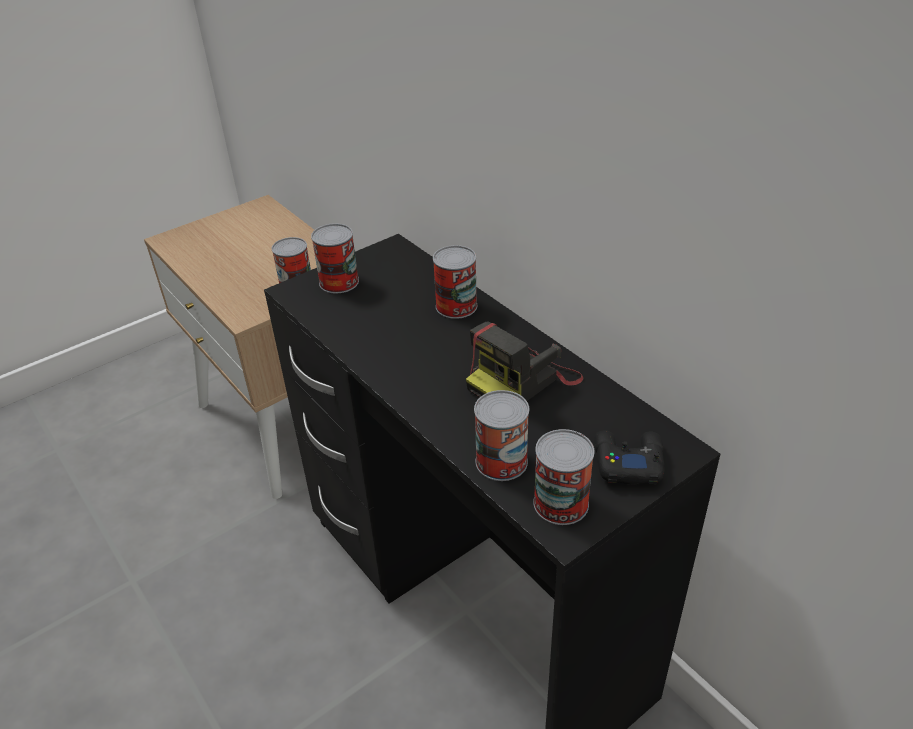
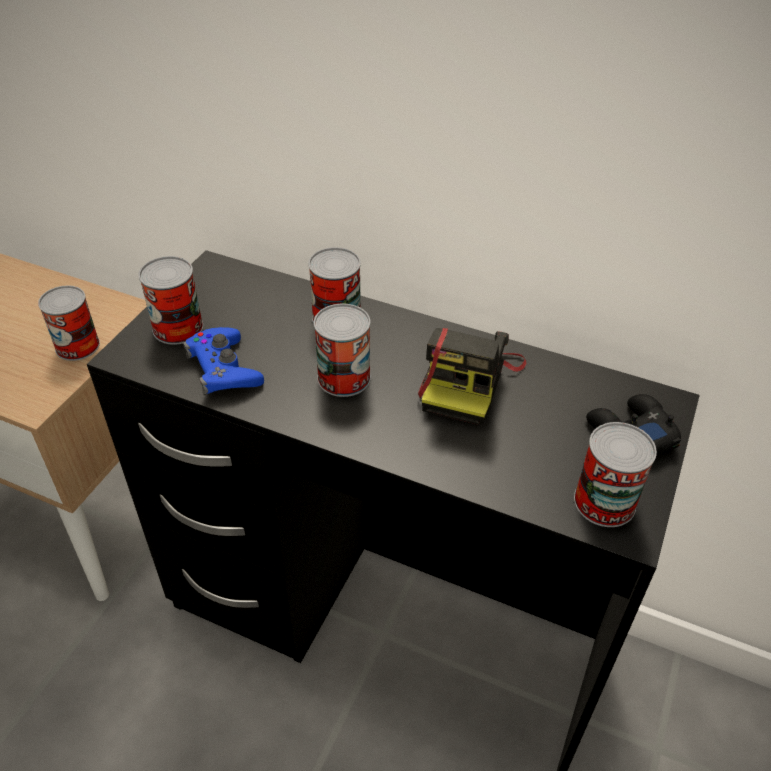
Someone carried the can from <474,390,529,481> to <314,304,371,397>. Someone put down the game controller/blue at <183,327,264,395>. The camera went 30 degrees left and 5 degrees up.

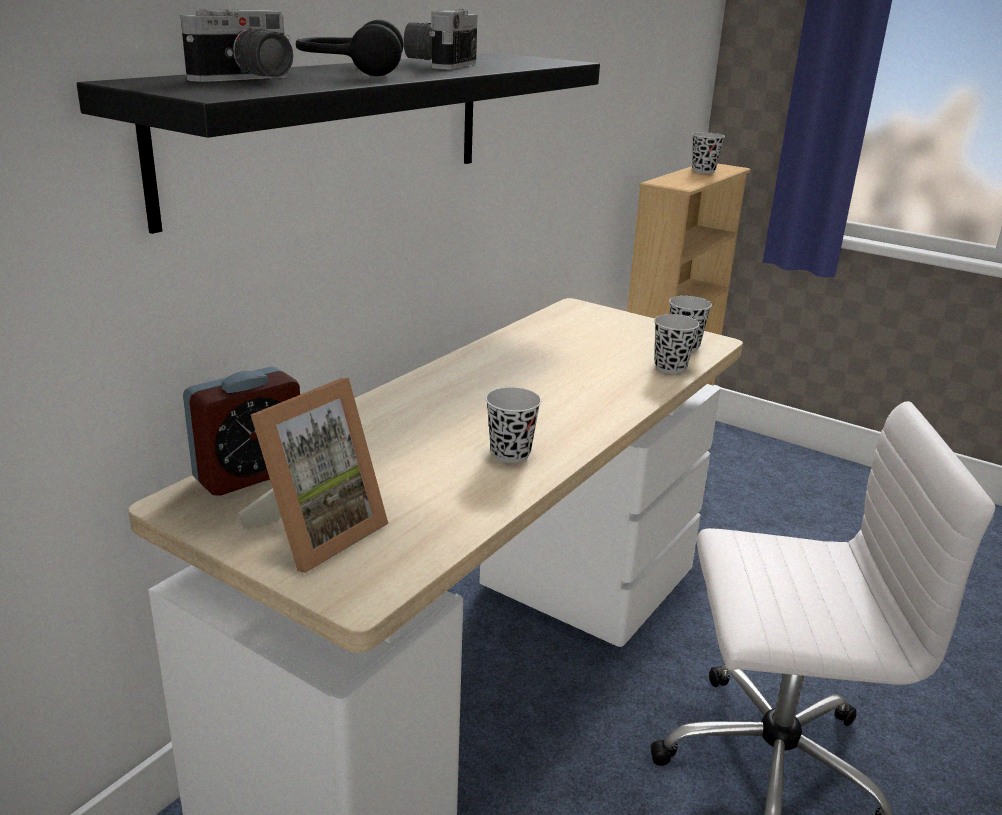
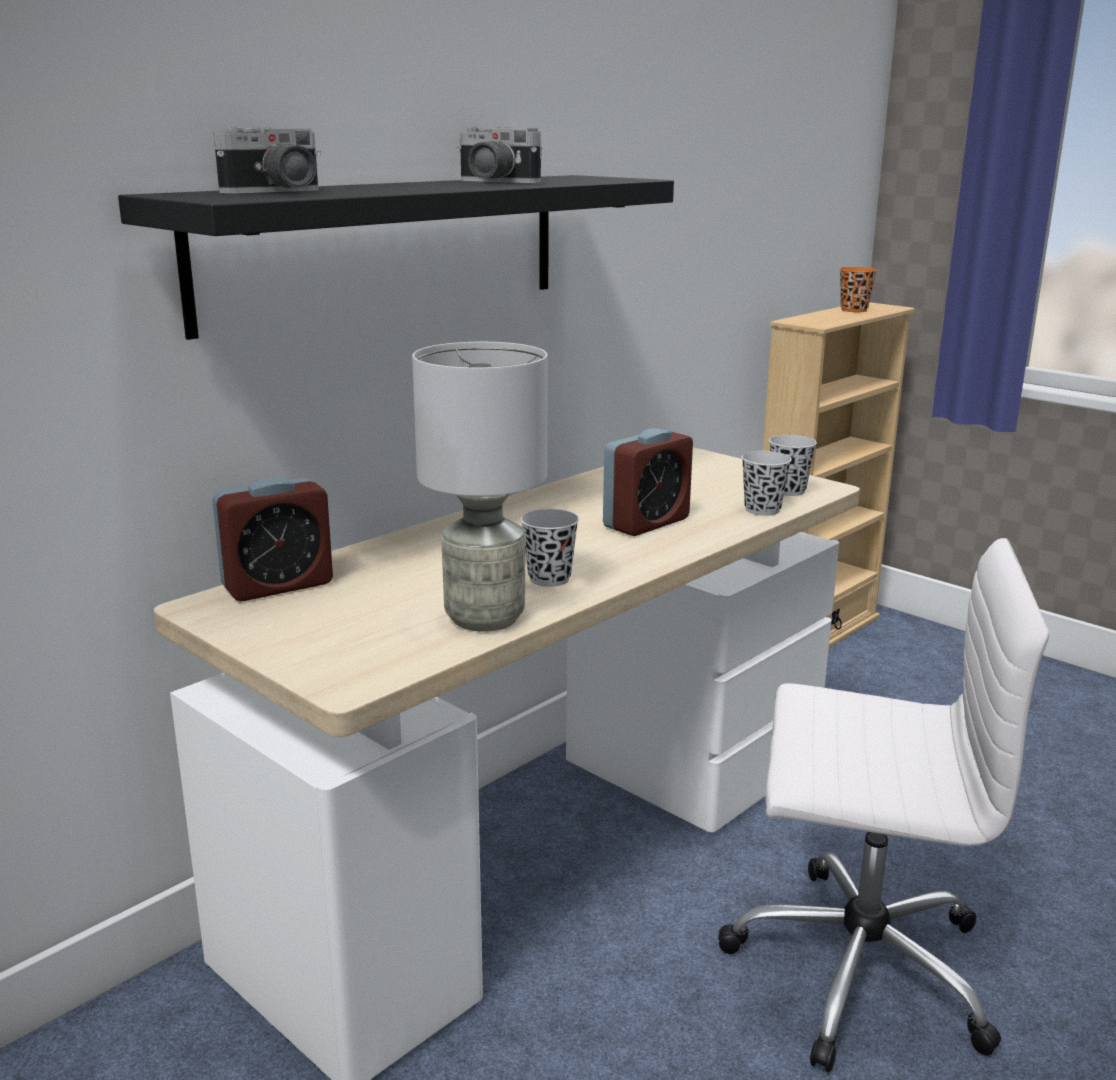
Someone took away the picture frame at <238,378,388,573>. Someone took away the headphones/black at <296,20,403,76>. Someone rotated the photo camera at <403,9,477,69> by 90 degrees counterclockwise. Someone repainted the cup/black at <692,132,725,174>, which became the cup/orange at <839,267,877,312>. Someone put down the table lamp/grey at <412,342,548,632>. Someone put down the alarm clock at <603,428,693,536>. The camera went 10 degrees right and 5 degrees down.

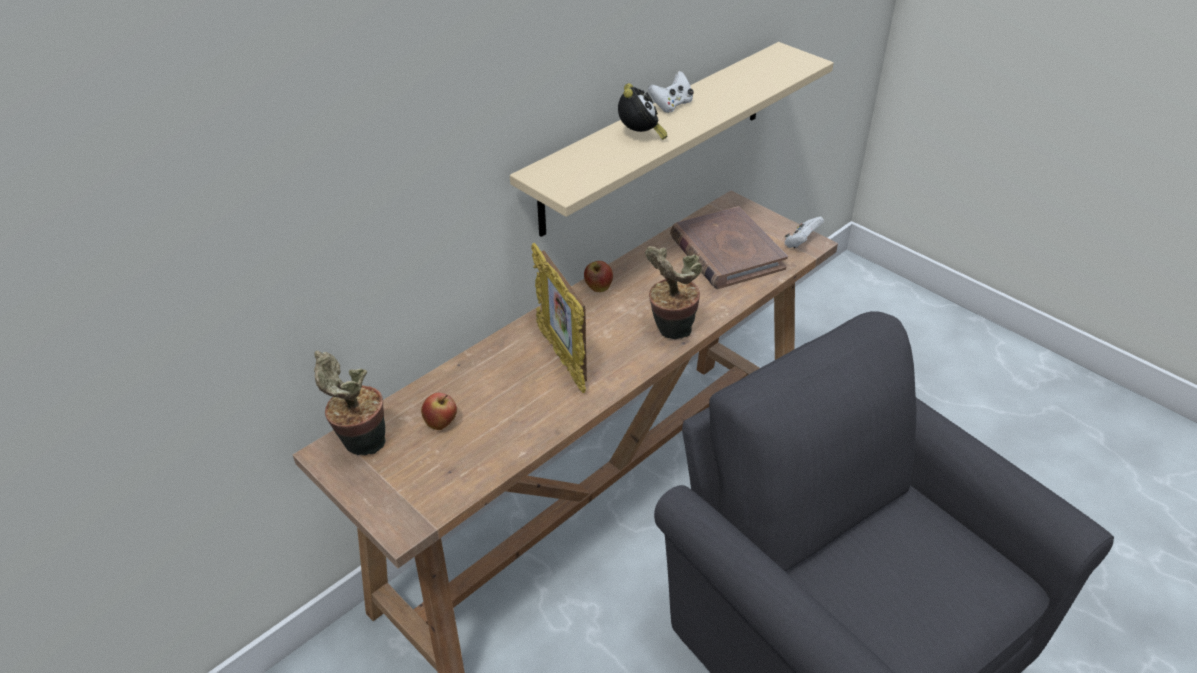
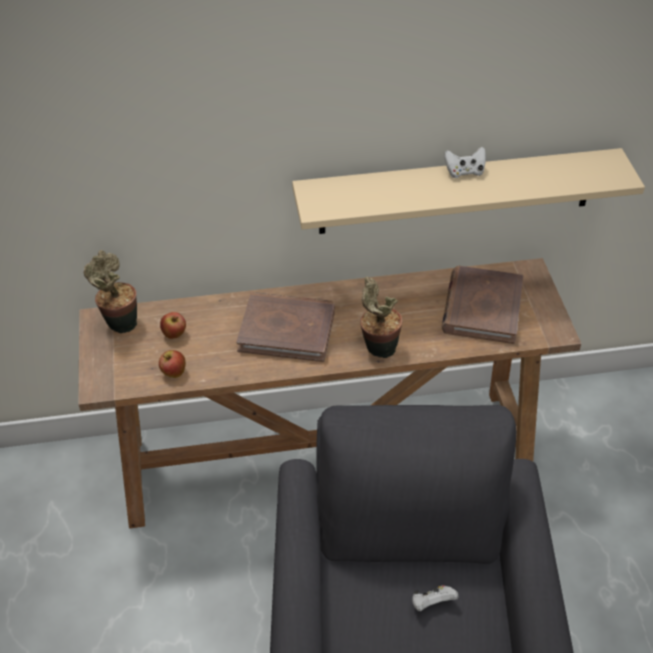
Someone swapped the picture frame at <531,243,587,393> for the book/brown at <236,292,335,362>. Someone carried the apple from <584,261,613,292> to <159,350,186,378>. Someone took away the alarm clock at <618,83,667,140>. Someone carried the game controller/white from <784,217,824,248> to <412,585,459,611>. The camera went 35 degrees right and 5 degrees up.

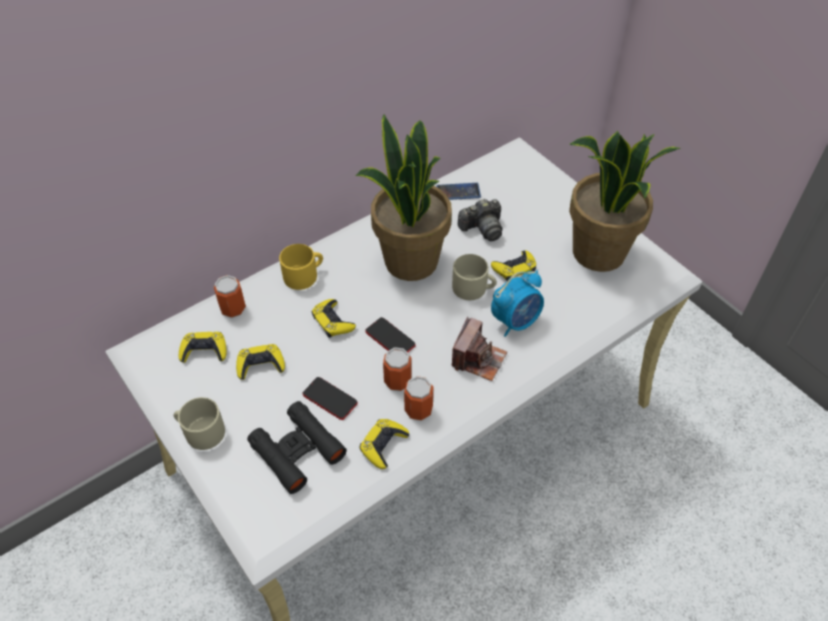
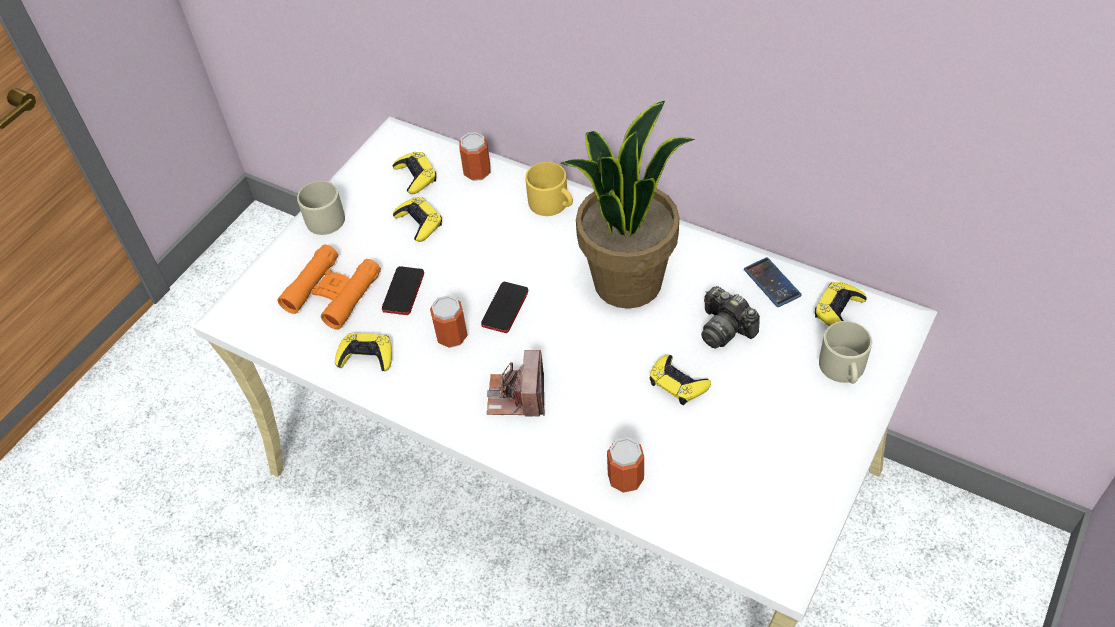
Someone repainted the binoculars/black at <247,401,347,494>, which became the binoculars/orange at <278,244,381,330>. Someone carried the game controller/yellow from <312,299,356,338> to <815,282,867,326>. Someone carried the can from <404,376,433,420> to <607,437,644,493>. Someone rotated the photo camera at <451,317,507,381> by 90 degrees clockwise. Someone carried the mug/beige from <452,254,497,300> to <819,321,872,384>. Someone took away the alarm clock at <491,270,544,337>. Someone took away the potted plant at <569,131,681,272>. The camera went 70 degrees right and 0 degrees up.

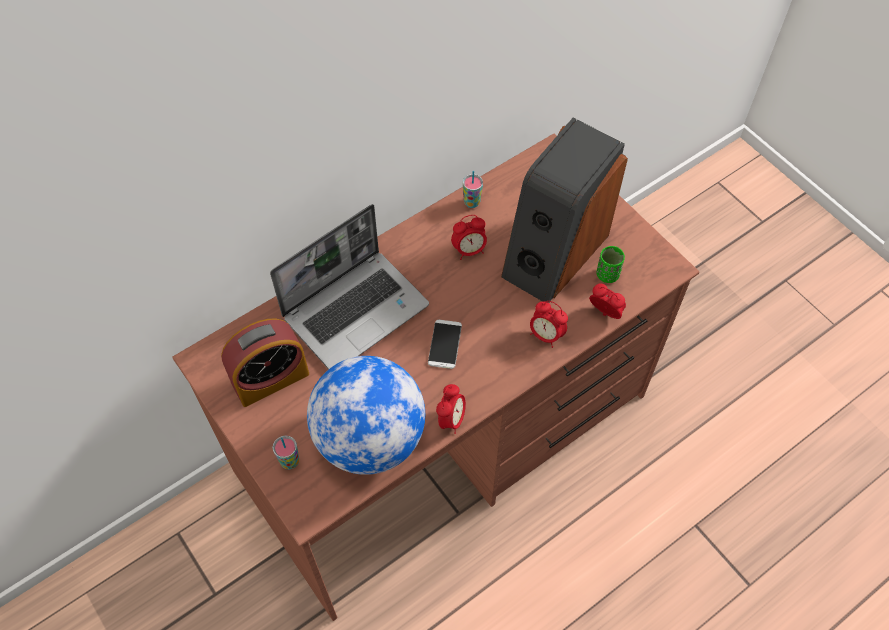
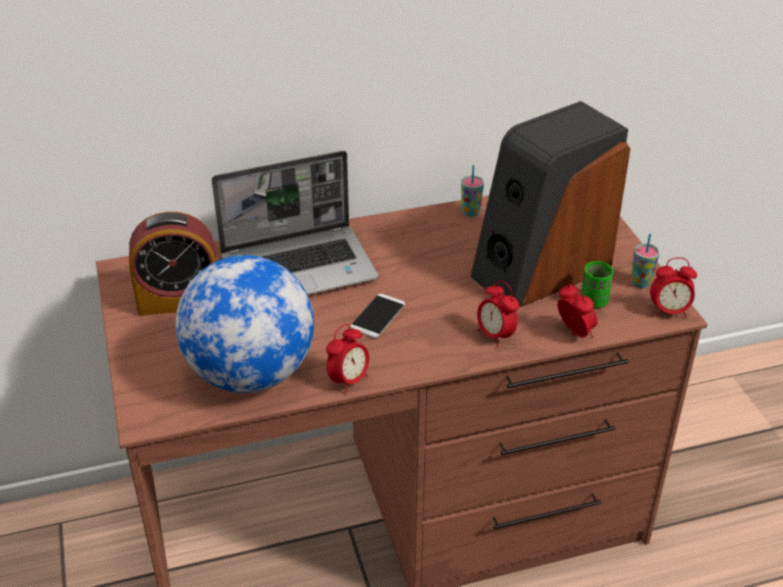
Someone carried the cup from <273,435,299,469> to <631,234,660,288>. Someone carried the alarm clock from <451,215,487,260> to <650,257,697,318>. The camera went 20 degrees right and 20 degrees down.

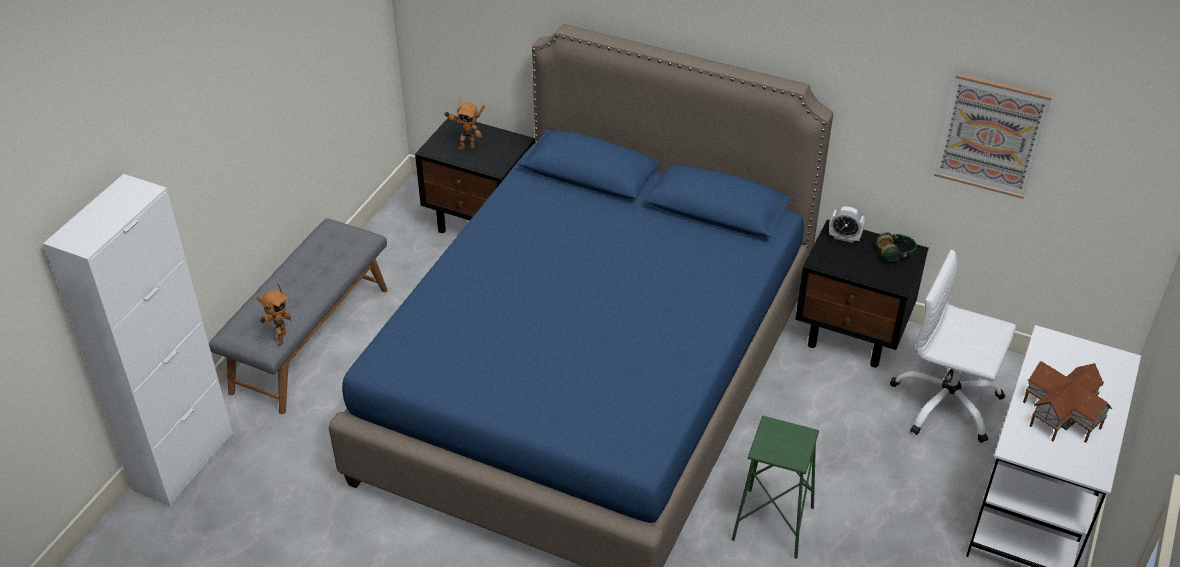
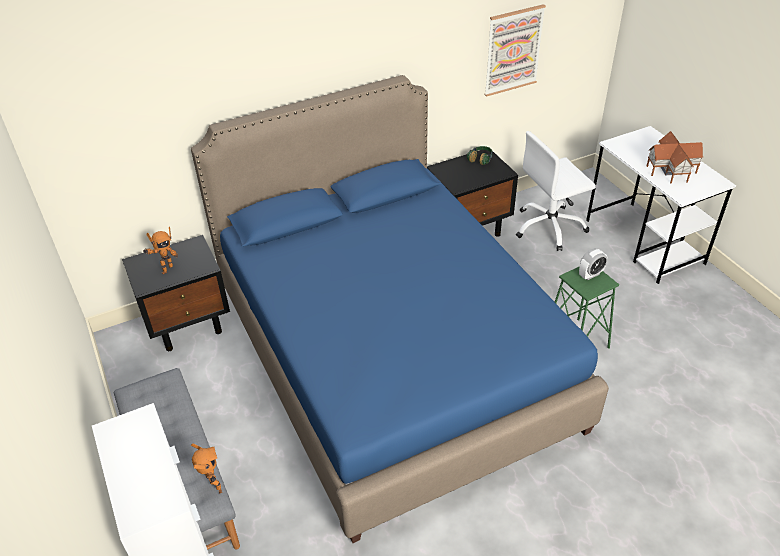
Someone carried the alarm clock from <829,206,865,243> to <579,249,607,280>. The camera went 50 degrees left and 0 degrees up.

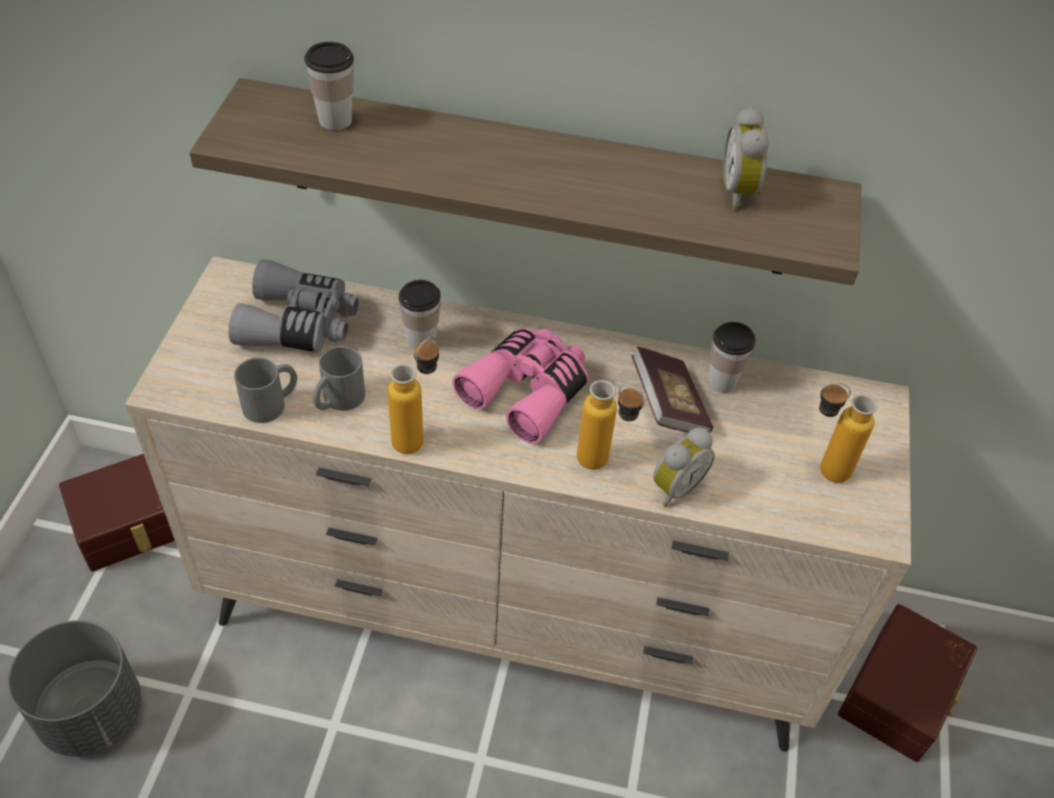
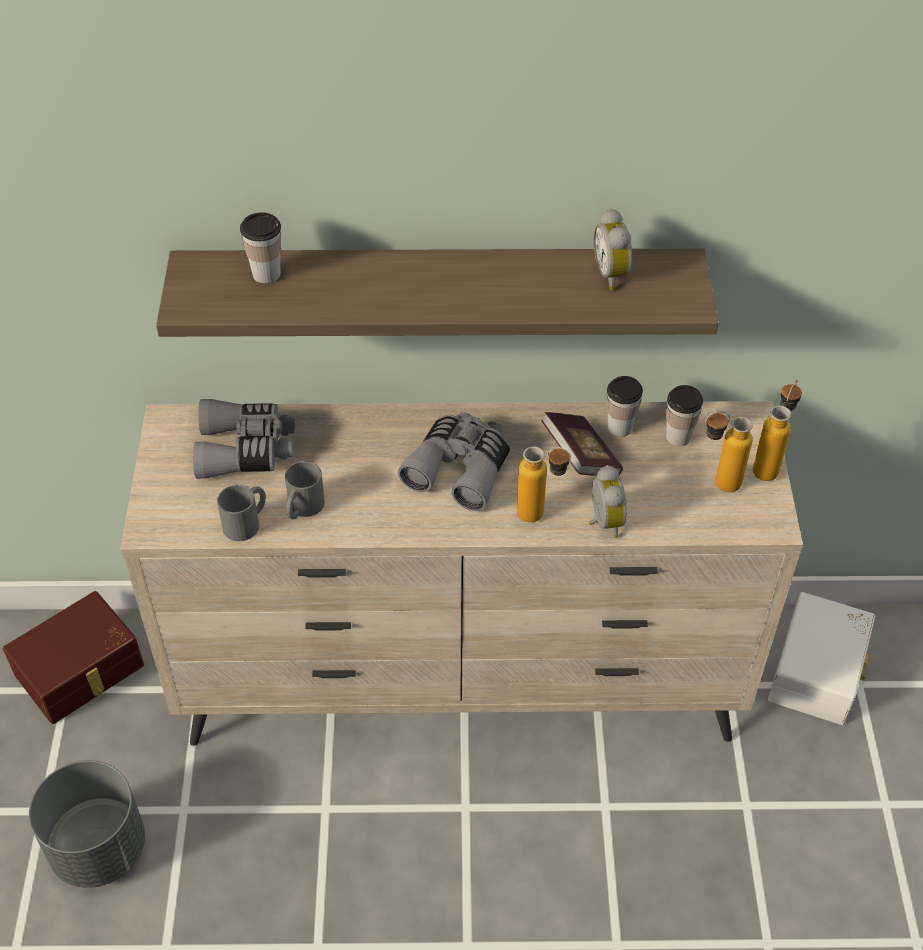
Someone carried the bottle from <388,337,439,454> to <753,380,802,481>. Someone carried the cup from <399,280,441,349> to <666,385,703,446>. Someone repainted the binoculars/pink at <452,328,589,444>, which became the binoculars/grey at <398,412,511,511>. Someone rotated the alarm clock at <653,427,715,507> by 45 degrees counterclockwise. Someone repainted the storage box/brown at <838,604,977,762>, which became the storage box/white at <768,592,875,725>. The camera went 10 degrees left and 0 degrees up.

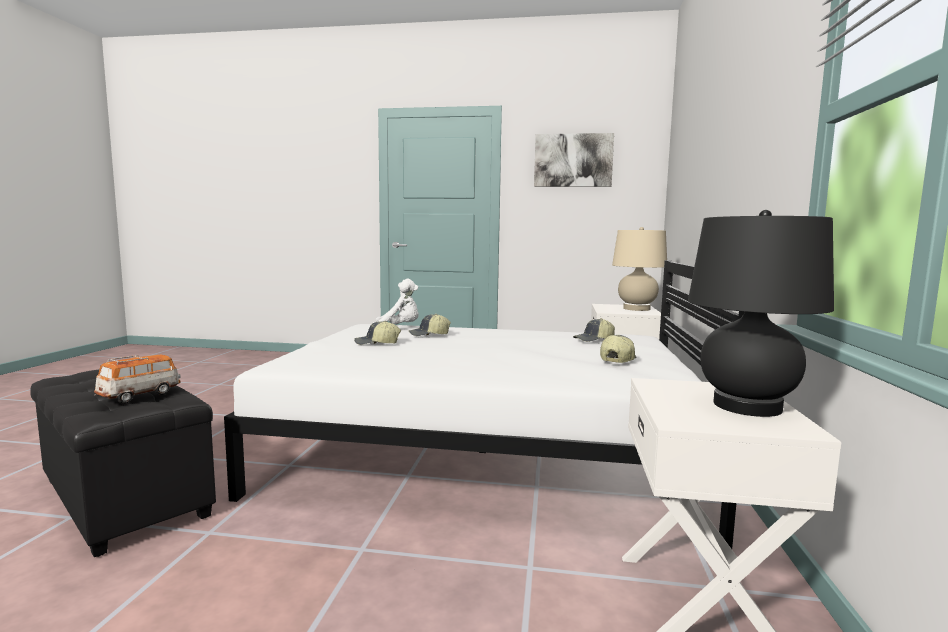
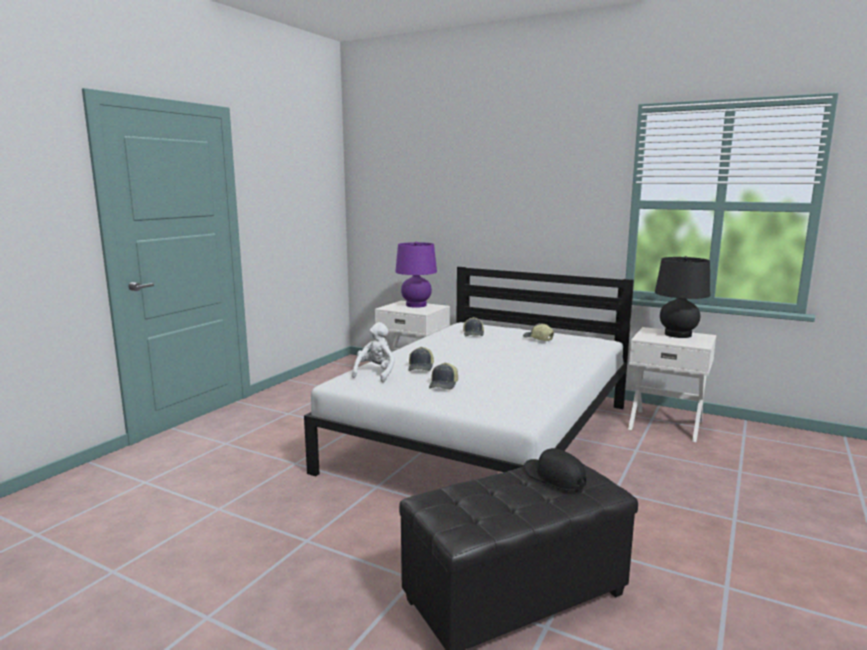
Someone swapped the toy car at <94,355,181,404> for the cap/black at <524,448,586,491>. Someone took away the picture at <534,133,614,187>. Someone repainted the table lamp/beige at <612,227,667,311>, which became the table lamp/purple at <395,242,437,308>. The camera went 70 degrees left and 5 degrees up.

